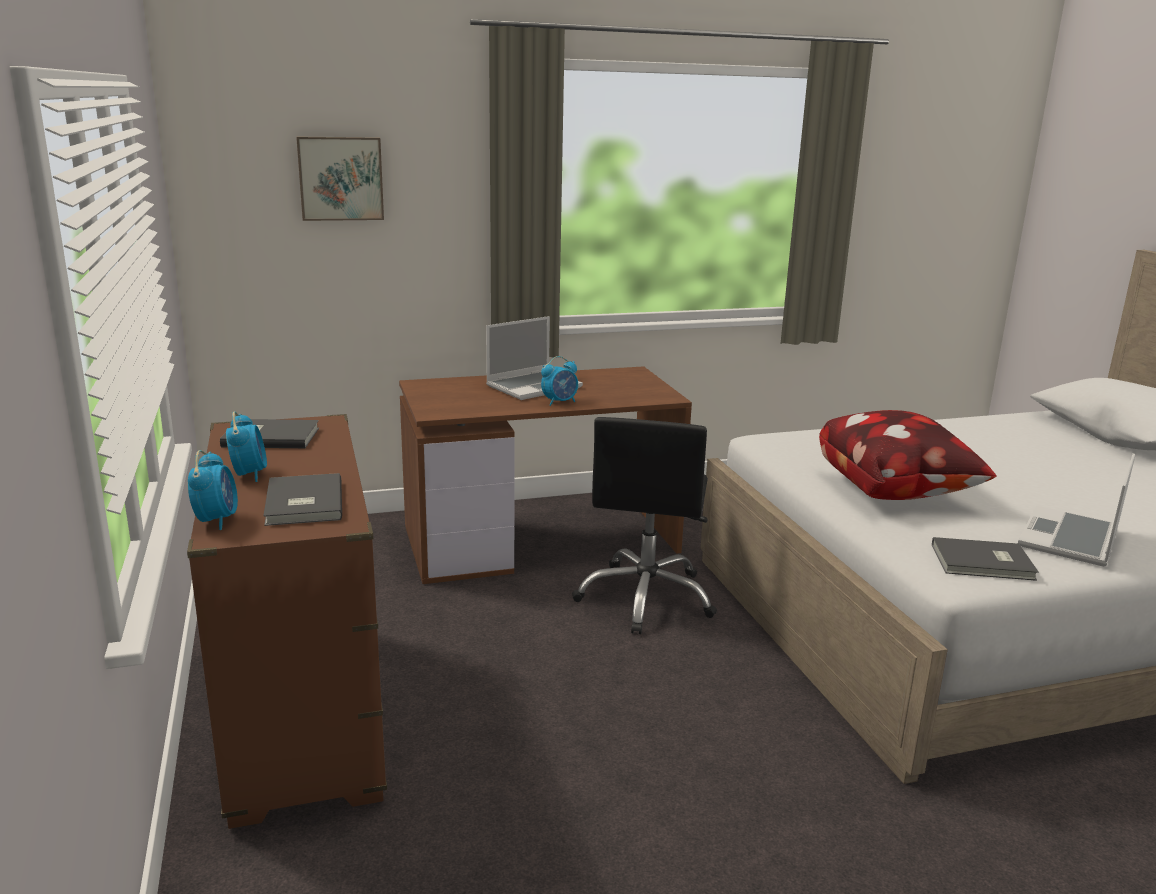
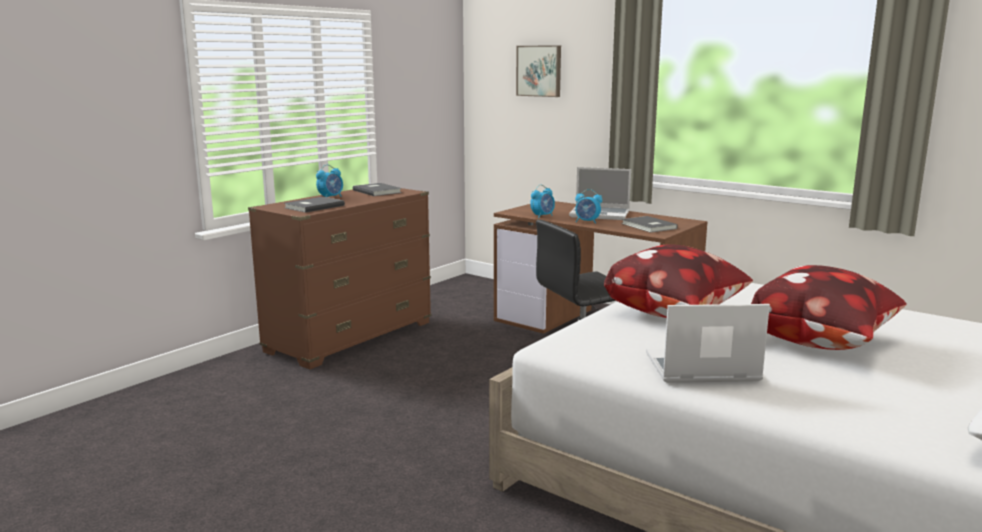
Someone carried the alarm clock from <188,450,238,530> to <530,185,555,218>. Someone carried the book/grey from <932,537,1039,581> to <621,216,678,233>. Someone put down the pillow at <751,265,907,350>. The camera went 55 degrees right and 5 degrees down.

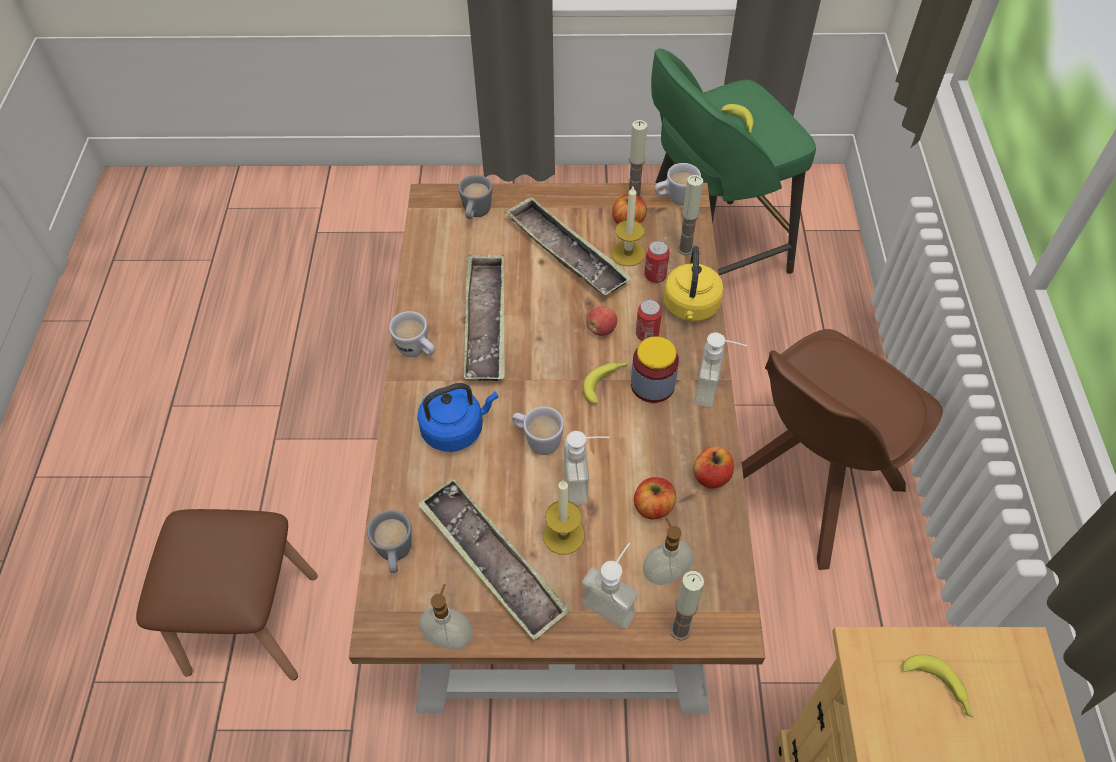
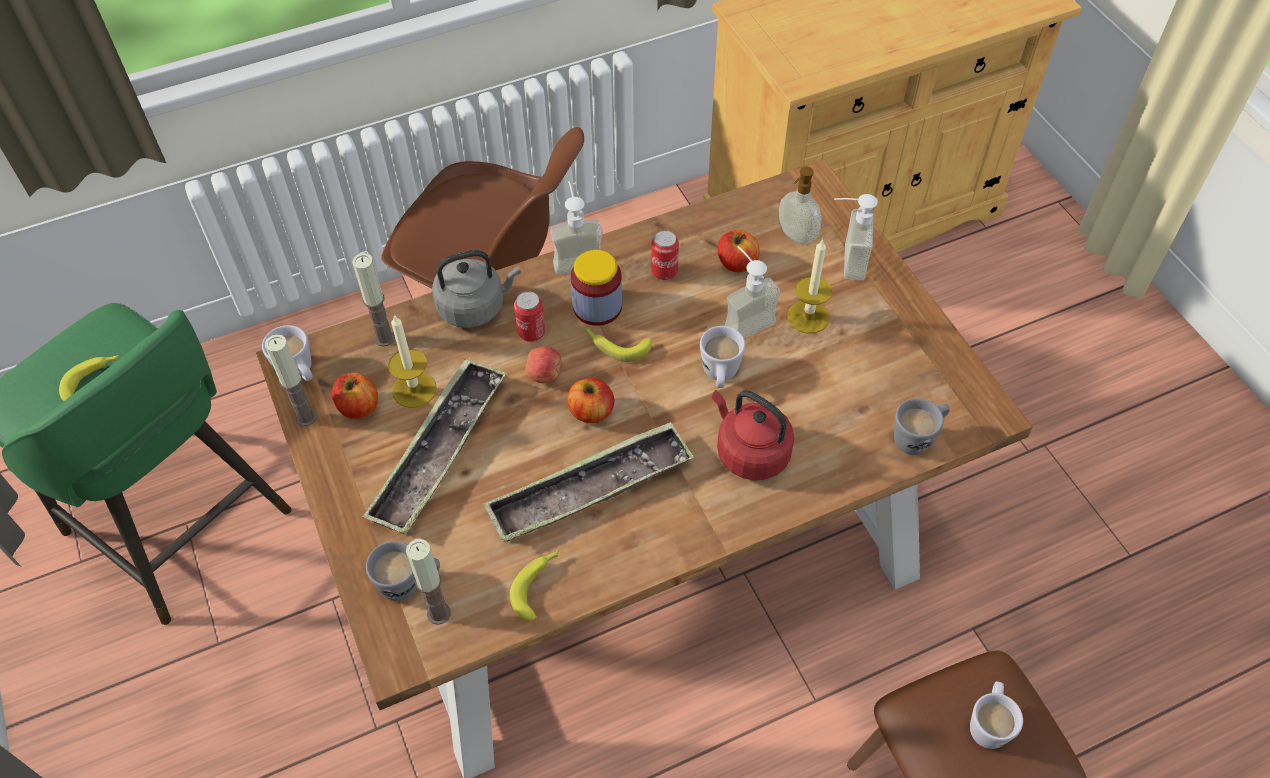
Someone carried the mug/white from <389,311,435,357> to <970,681,1023,749>. Someone repainted the kettle/blue at <417,383,498,452>, which became the kettle/red at <712,390,794,480>. Someone took away the tray at <418,478,570,641>. Someone took away the soap dispenser at <419,584,473,650>. Someone carried the can from <644,241,670,283> to <651,230,679,280>. Someone repainted the kettle/yellow at <664,246,724,322>, which became the kettle/grey at <432,250,521,328>. Someone carried the candle from <670,571,704,641> to <406,539,451,625>. Someone carried the apple from <693,446,734,489> to <567,378,614,423>. Someone carried the banana from <902,655,973,717> to <510,550,558,621>. The camera went 115 degrees left and 0 degrees up.

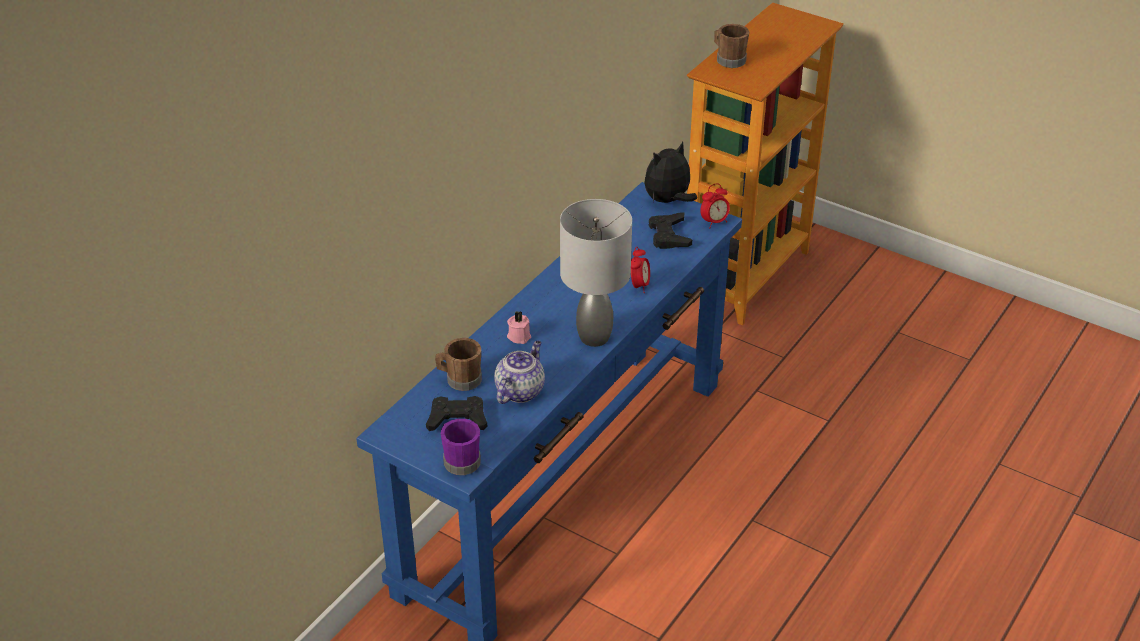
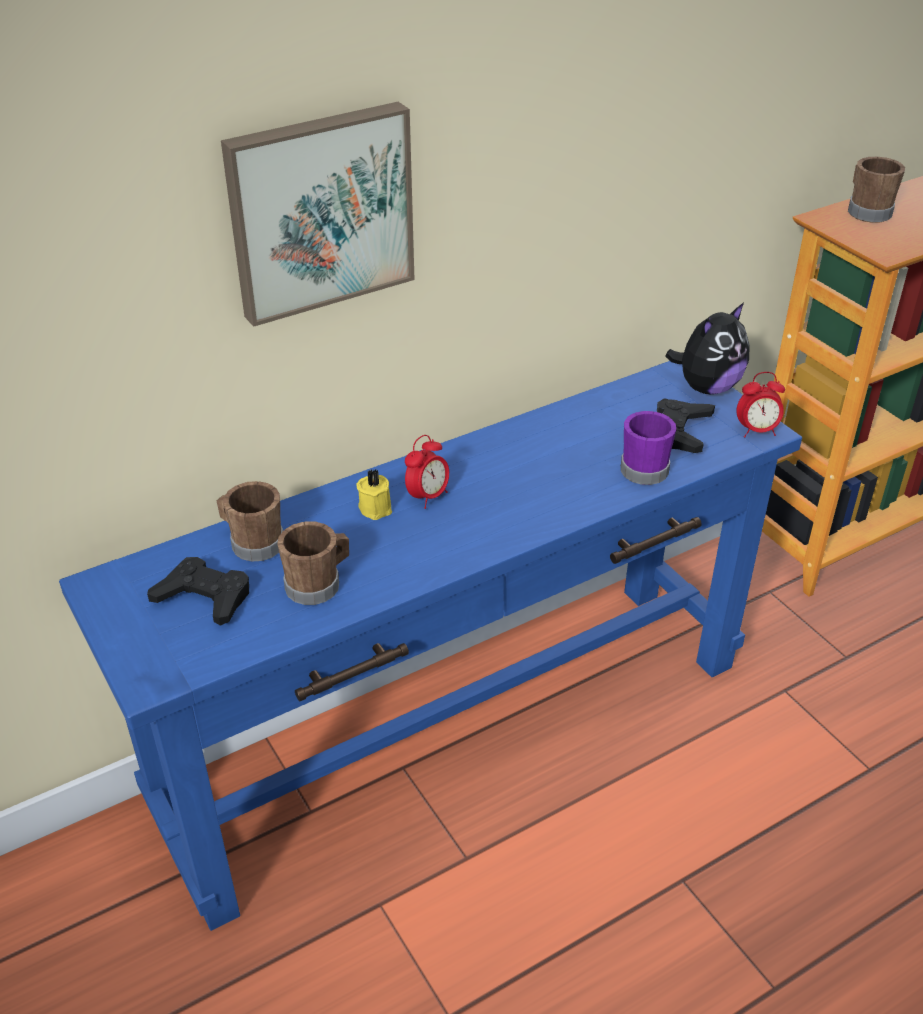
Someone carried the mug/purple from <441,419,481,475> to <621,411,676,485>. Someone swapped the teapot at <494,340,545,404> for the mug/brown at <277,522,349,605>. Someone repainted the candle/pink at <507,311,531,344>, which became the candle/yellow at <357,469,392,520>. Someone took away the table lamp/grey at <560,199,632,347>. Someone carried the alarm clock from <631,246,650,293> to <405,435,449,509>. Someone rotated the plush toy at <644,142,697,203> by 150 degrees clockwise. Someone put up the picture at <221,102,414,327>. The camera went 25 degrees right and 0 degrees up.

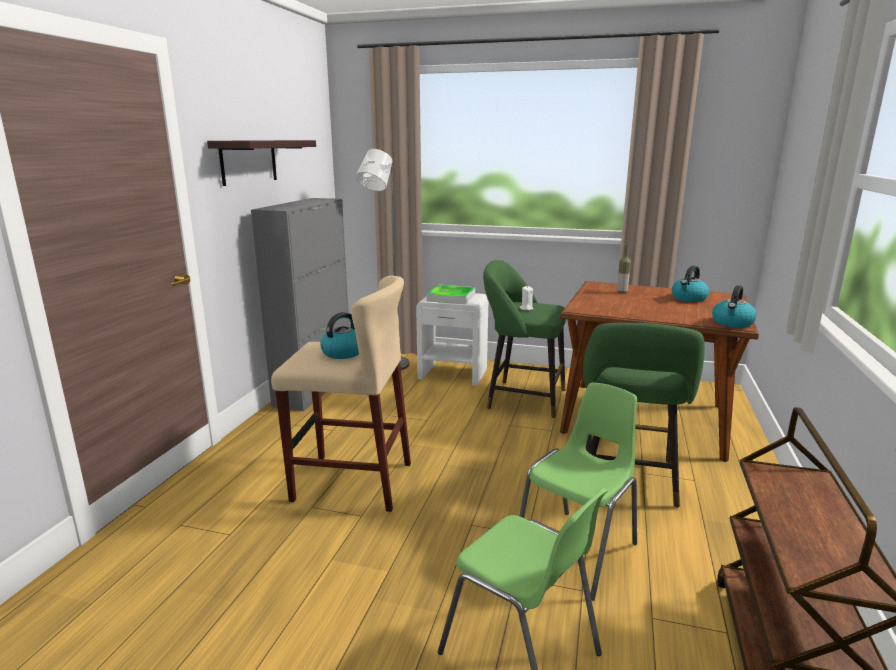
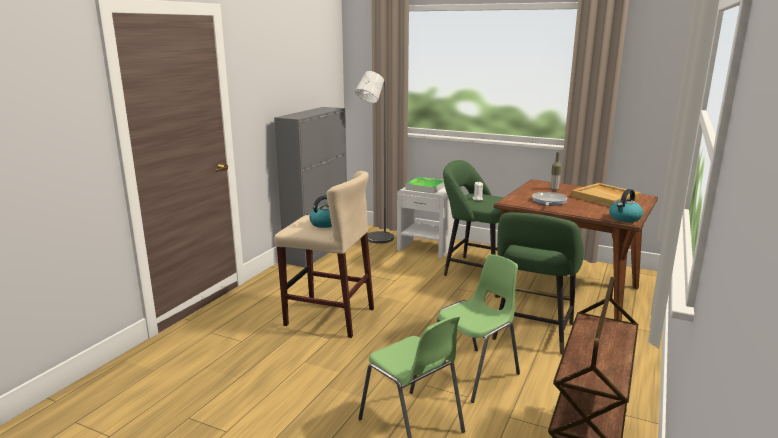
Someone took away the shelf at <207,140,316,186>. Someone swapped the kettle at <672,266,709,302> for the tray/beige at <571,183,641,207>. Someone put down the frying pan at <532,192,568,205>. The camera went 10 degrees right and 0 degrees up.

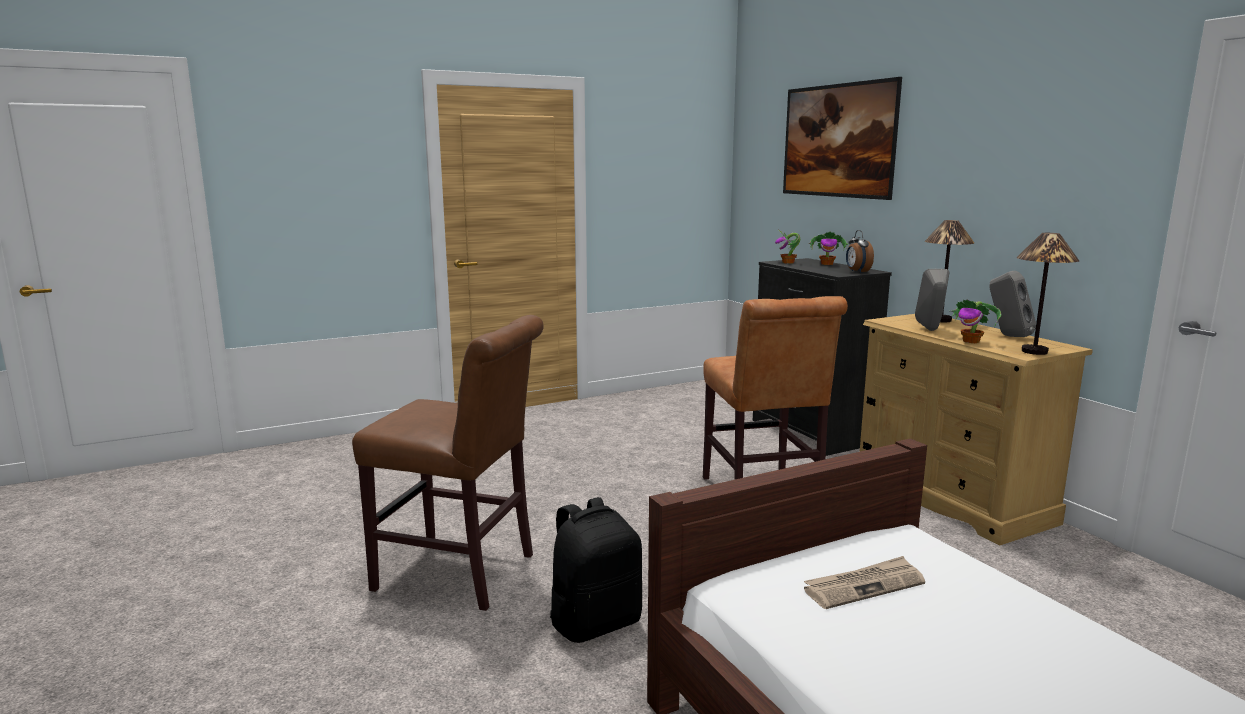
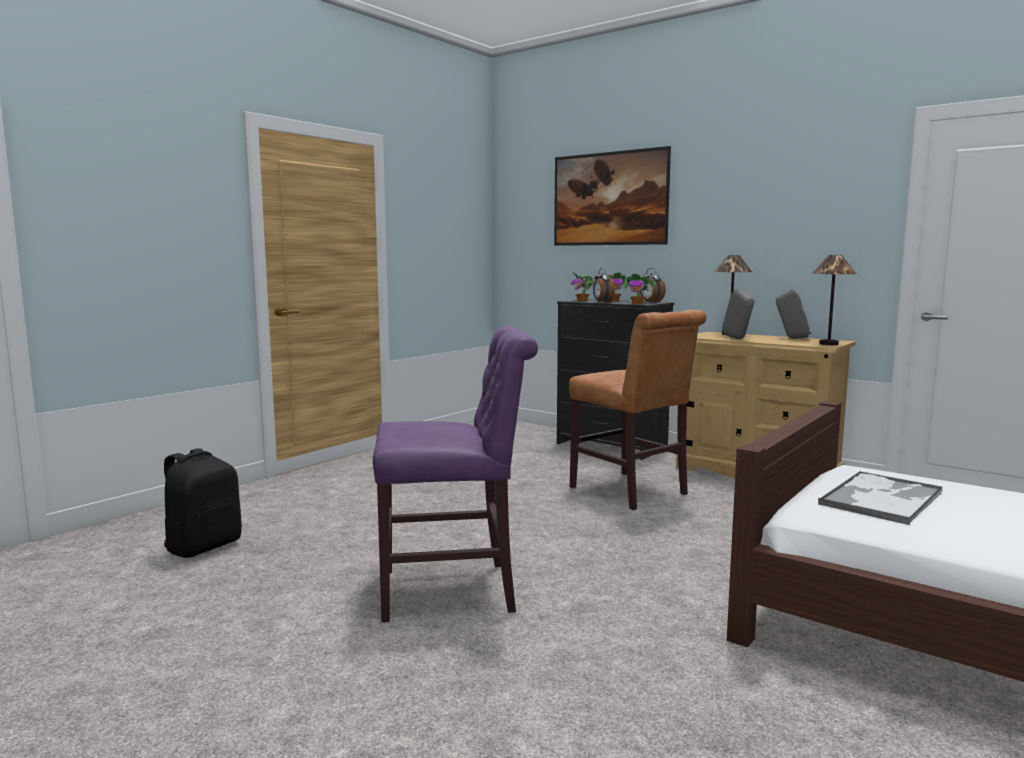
Someone repainted the chair/brown at <352,315,544,611>, which became the chair/purple at <373,326,538,623>. Someone carried the backpack/black from <550,497,642,643> to <164,448,242,558>. Someone swapped the newspaper at <804,556,925,609> for the tray at <818,471,943,525>. Someone carried the potted plant from <950,299,1001,343> to <622,274,655,305>. Someone put down the alarm clock at <593,268,615,302>. The camera went 25 degrees left and 5 degrees down.

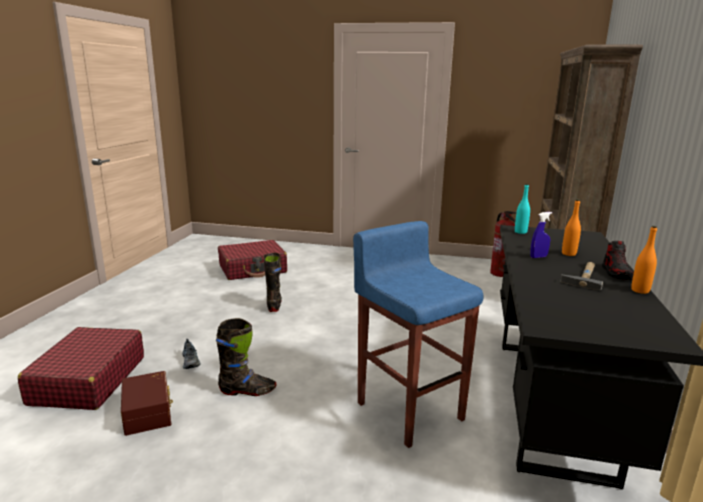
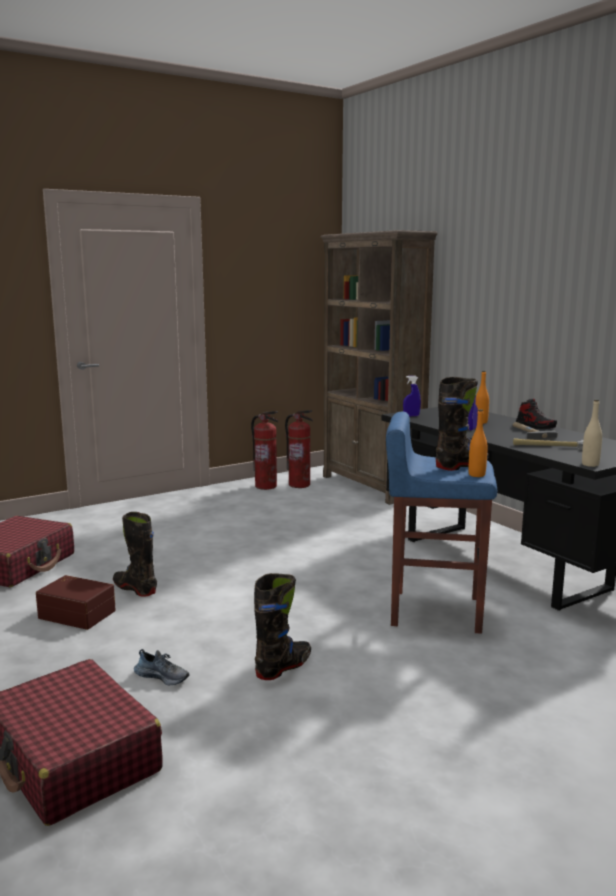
Someone carried the storage box/brown from <121,371,173,436> to <36,575,116,630>. Someone swapped the bottle/turquoise at <515,184,530,234> for the spray bottle/blue at <403,376,421,416>. Someone carried the bottle/orange from <631,226,657,294> to <469,409,487,477>. Someone put down the fire extinguisher at <251,411,278,490>. Someone put down the boot/black at <436,377,489,471>. Someone put down the hammer at <513,438,583,450>. Someone put down the bottle/beige at <582,400,602,467>. The camera went 45 degrees left and 5 degrees down.

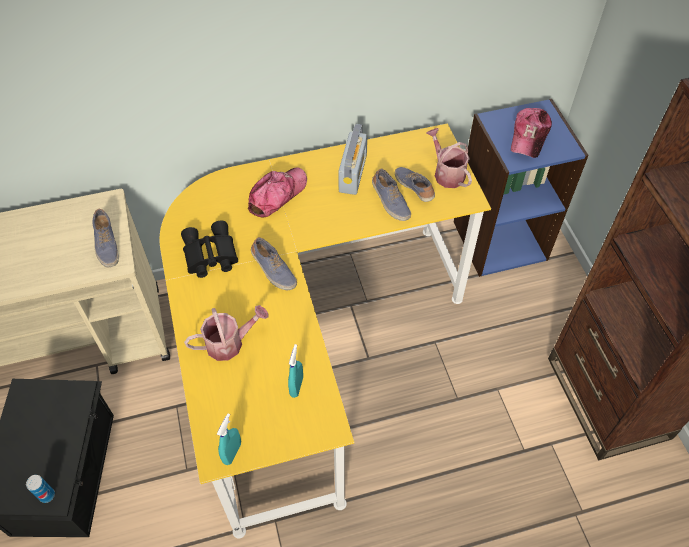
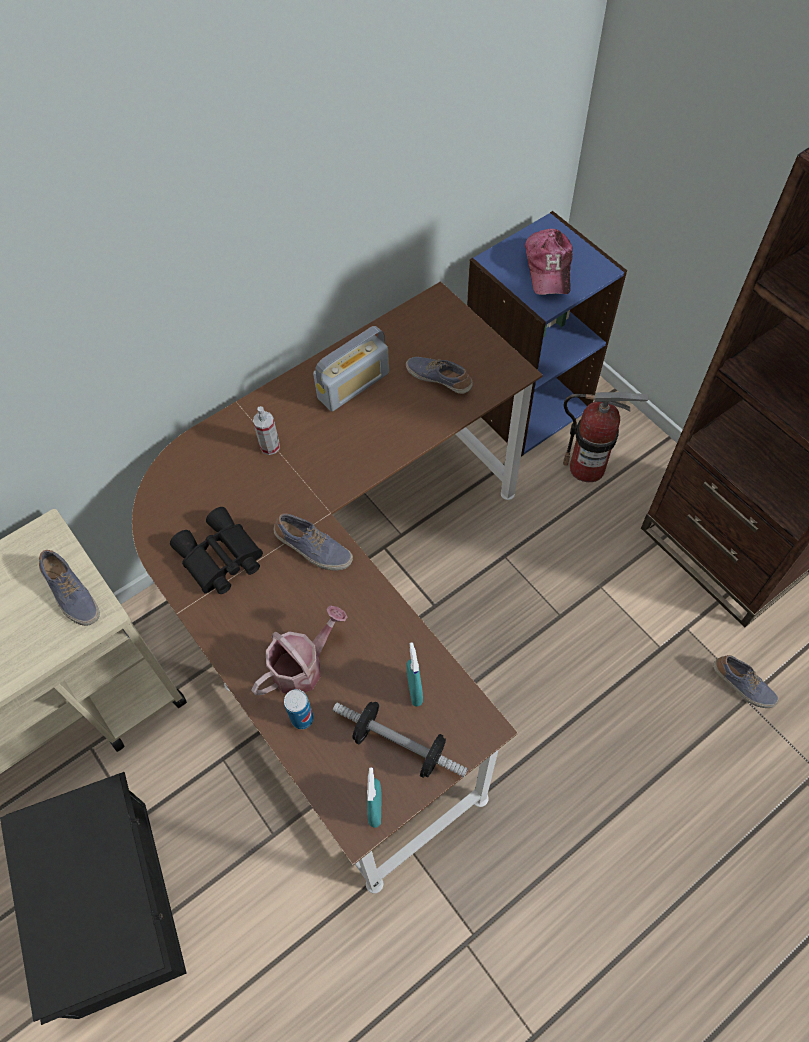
Someone carried the can from <26,475,55,503> to <284,689,314,729>. Someone repainted the desk/yellow at <159,123,491,539>, which became the desk/brown at <132,281,543,893>. Someone swapped the cap at <248,167,307,217> for the spray bottle at <253,406,280,455>. Someone rotated the radio at <338,124,367,195> by 60 degrees clockwise. Someone carried the shoe from <372,169,411,221> to <714,655,779,708>. Someone took away the watering can at <426,128,472,188>. Someone put down the dumbbell at <333,702,468,778>. Someone put down the fire extinguisher at <563,392,649,482>. The camera went 20 degrees left and 5 degrees up.

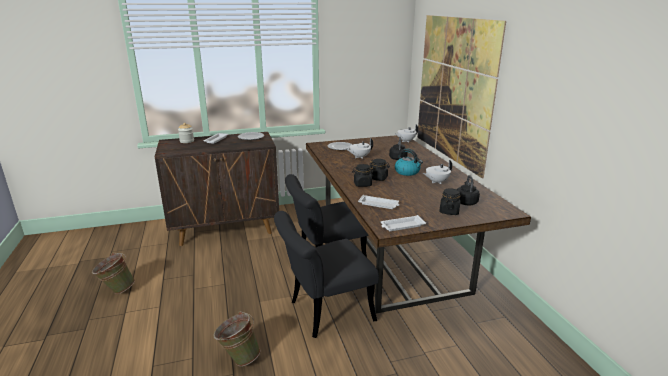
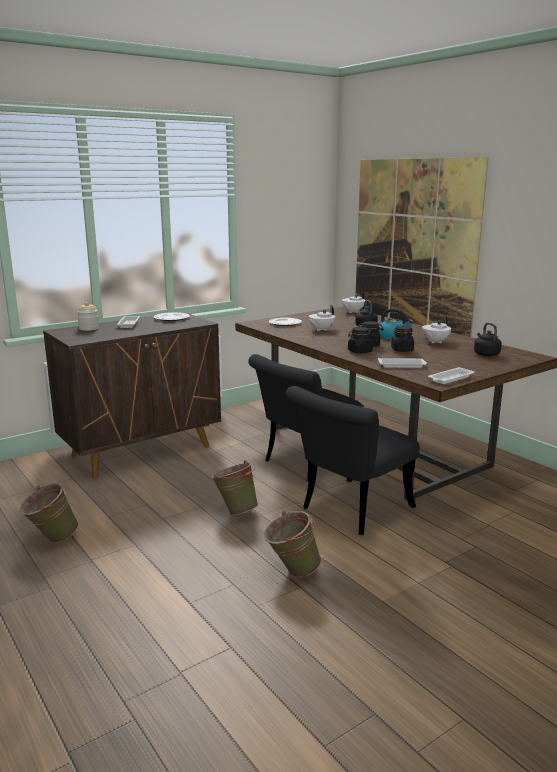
Someone carried the jar/black from <439,188,461,215> to <391,325,414,352>. Someone put down the bucket/green at <211,460,258,515>. The camera went 20 degrees left and 5 degrees down.

